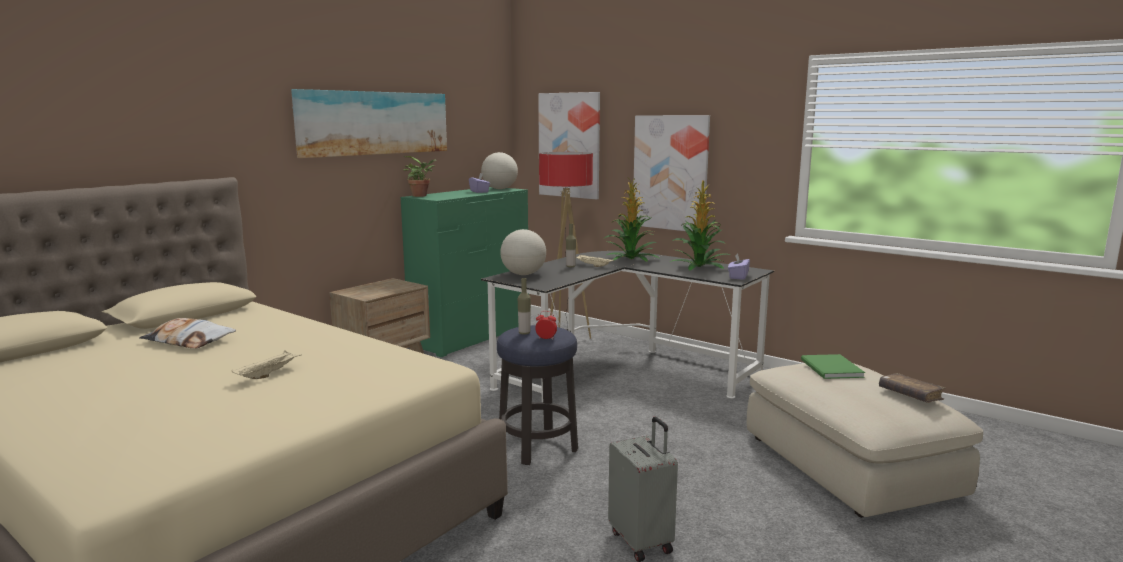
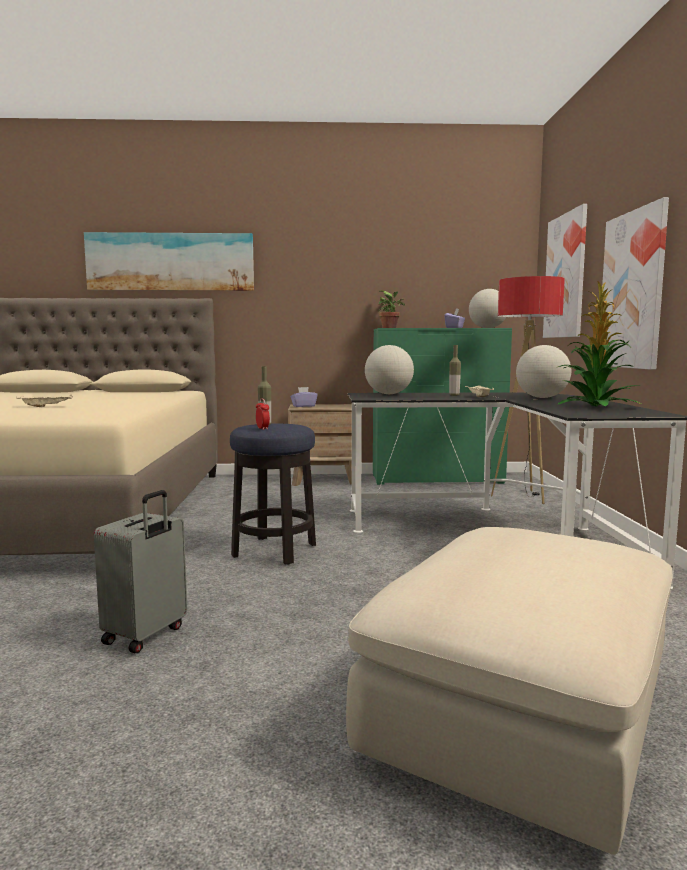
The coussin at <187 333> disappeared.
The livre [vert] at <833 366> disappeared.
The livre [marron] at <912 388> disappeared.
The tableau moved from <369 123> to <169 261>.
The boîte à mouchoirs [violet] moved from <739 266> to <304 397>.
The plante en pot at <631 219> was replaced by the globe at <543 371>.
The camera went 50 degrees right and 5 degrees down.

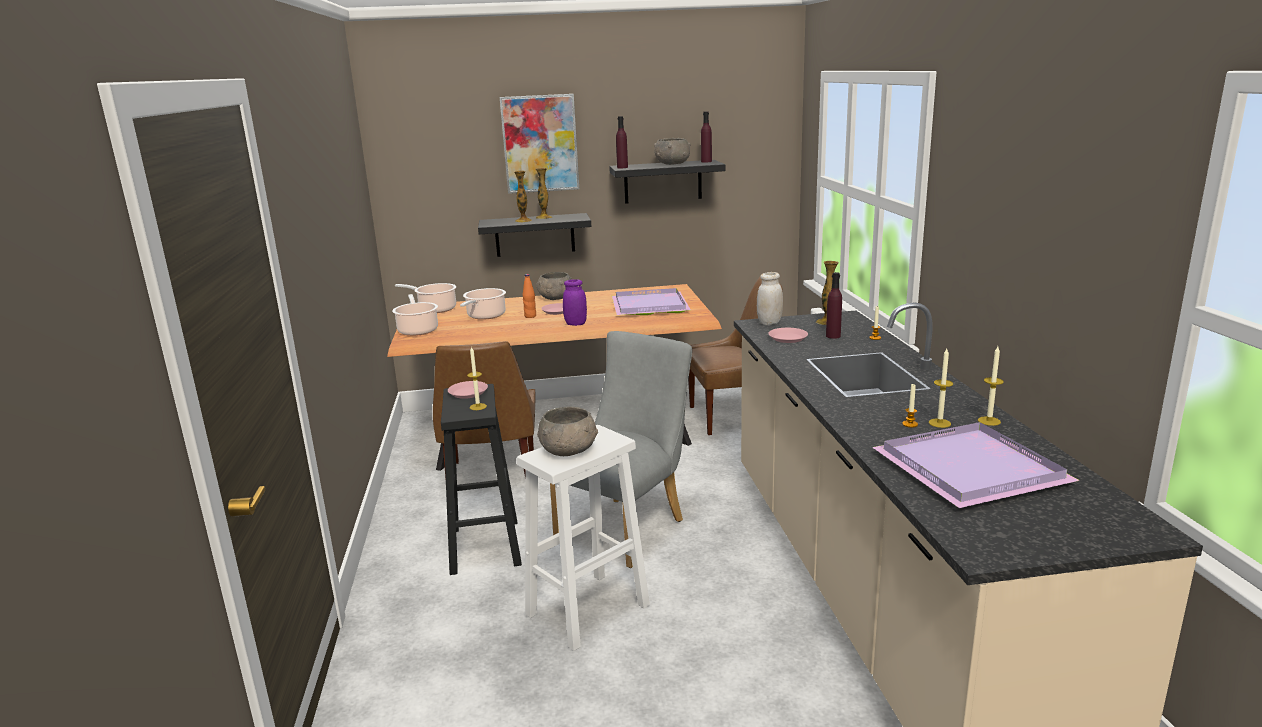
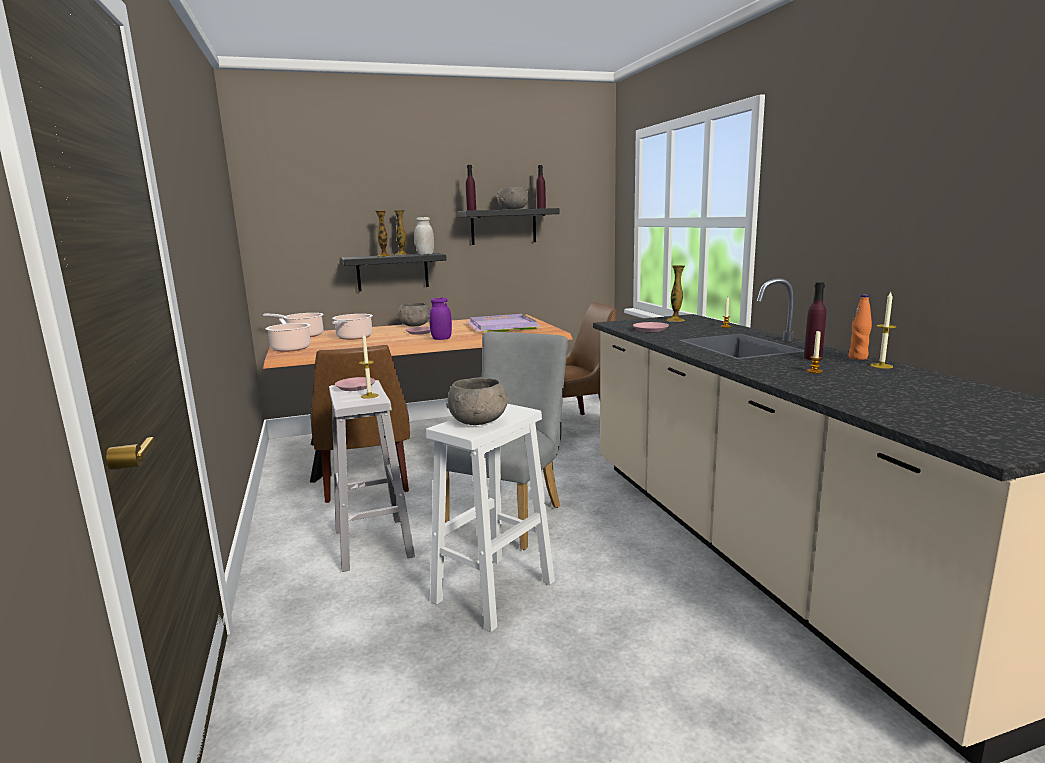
The tableau at <539 144> disappeared.
The plateau [violet] at <976 465> disappeared.
The bougie at <941 388> disappeared.
The bouteille [orange] moved from <529 296> to <860 327>.
The bocal [blanc] moved from <770 298> to <424 236>.
The bouteille [violet] moved from <834 305> to <815 321>.
The tabouret [noir] at <481 479> became the tabouret [blanc] at <372 476>.
The camera went 10 degrees left and 5 degrees down.

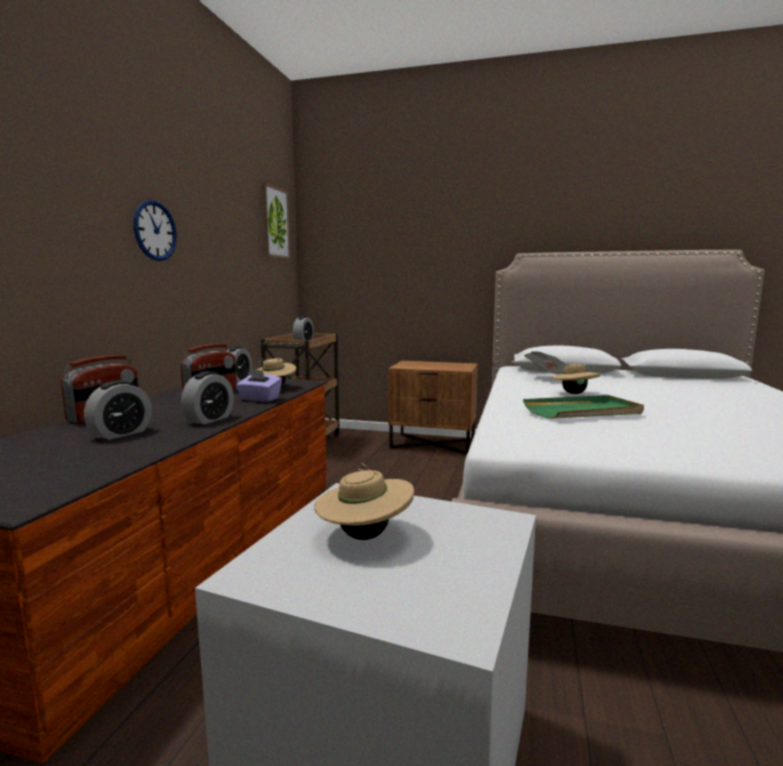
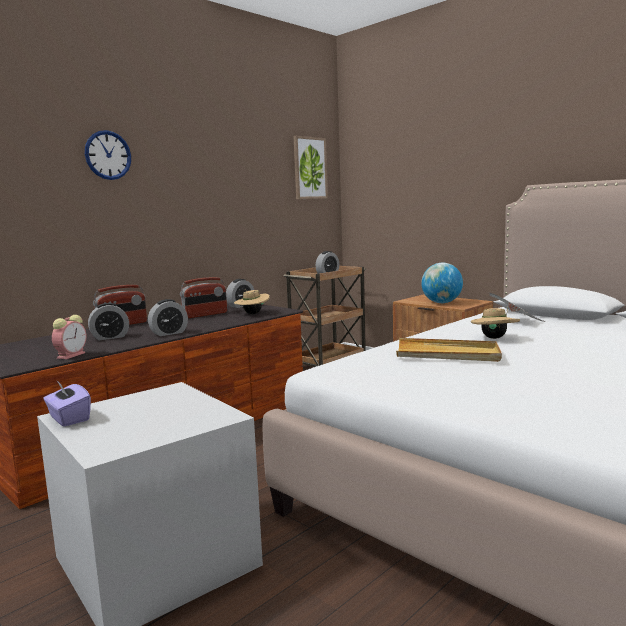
The chapeau [beige] at <364 501> disappeared.
The réveil at <69 337> appeared.
The globe at <442 283> appeared.
The horloge murale moved from <155 230> to <108 155>.
The boîte à mouchoirs [violet] moved from <259 385> to <67 404>.
The plateau [vert] at <583 407> became the plateau [beige] at <449 350>.
The camera went 30 degrees right and 0 degrees up.

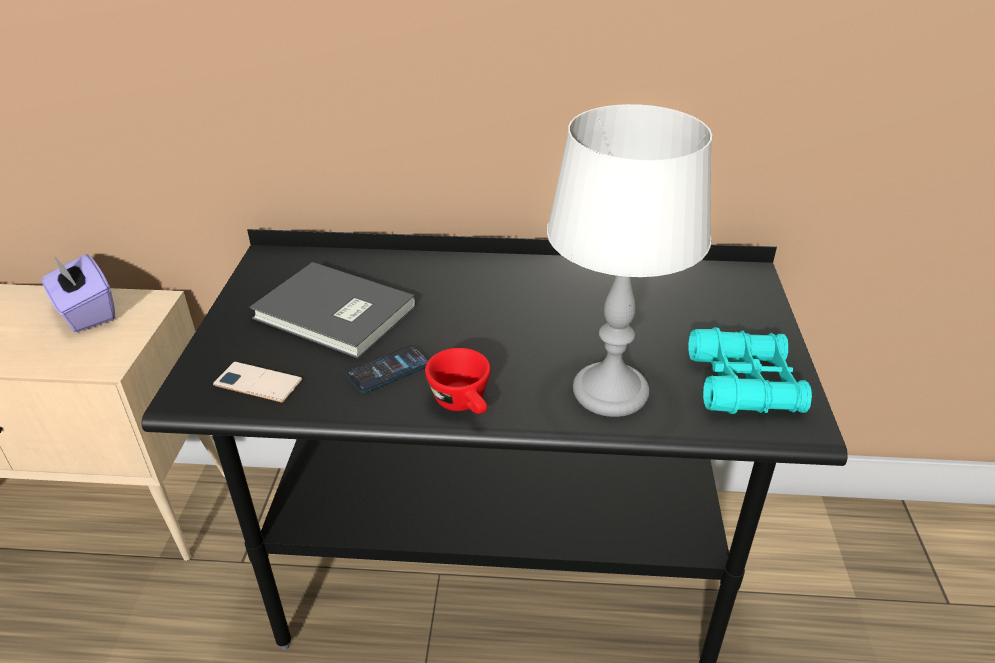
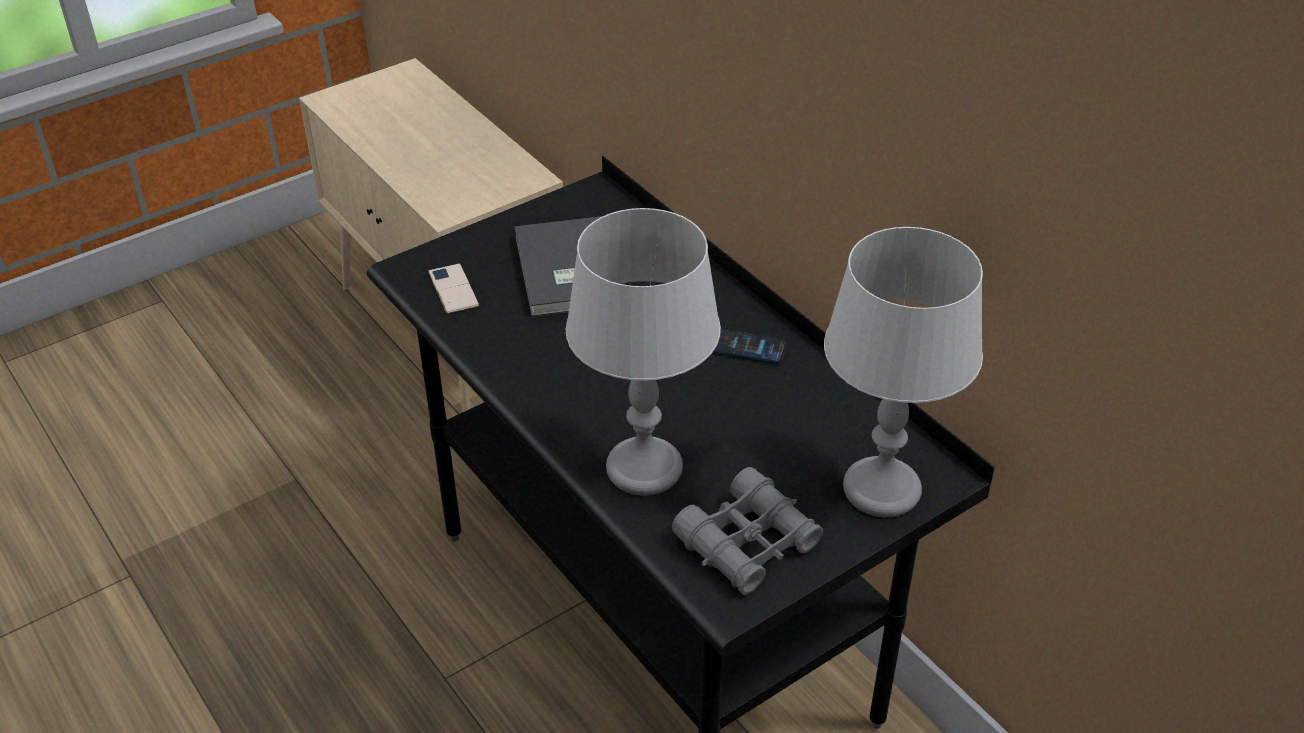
The boîte à mouchoirs [violet] at <78 293> disappeared.
The tasse [rouge] at <458 381> disappeared.
The lampe de table [gris] at <903 372> appeared.
The téléphone moved from <387 369> to <750 346>.
The jumelles [turquoise] at <750 370> became the jumelles [gris] at <747 531>.
The camera went 50 degrees right and 5 degrees up.

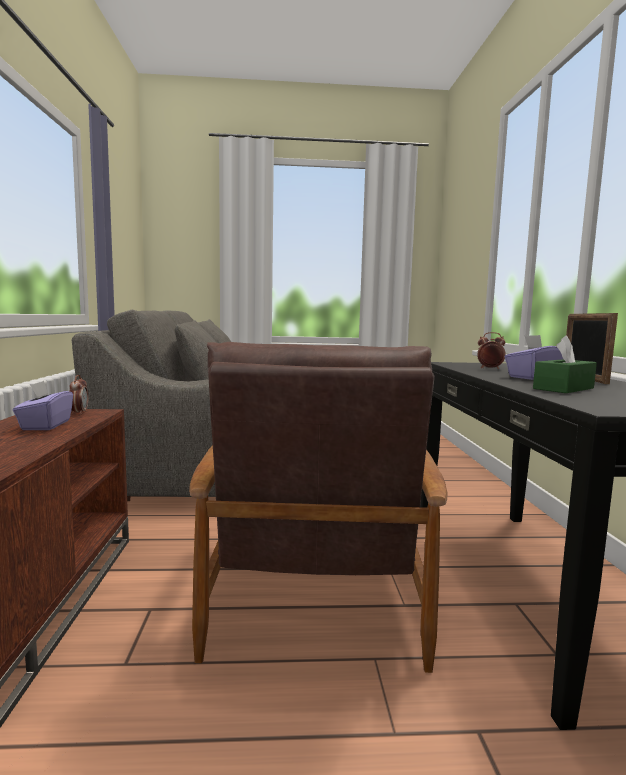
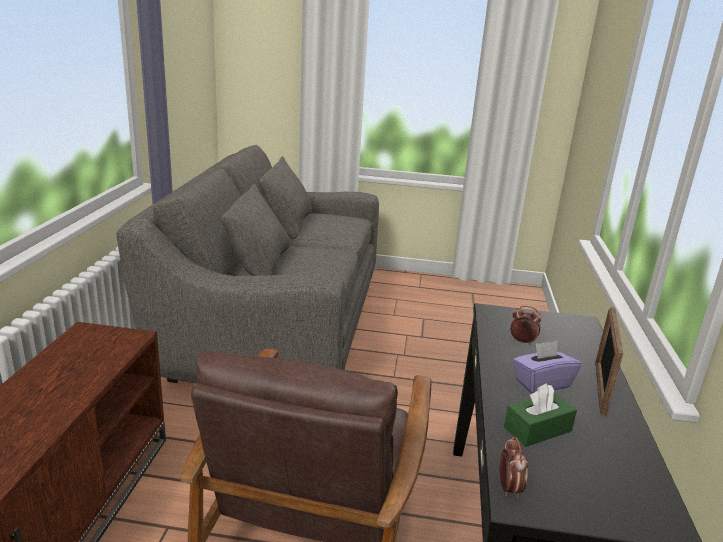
The boîte à mouchoirs [violet] at <43 405> disappeared.
The réveil moved from <78 395> to <514 467>.
The camera went 10 degrees right and 15 degrees up.

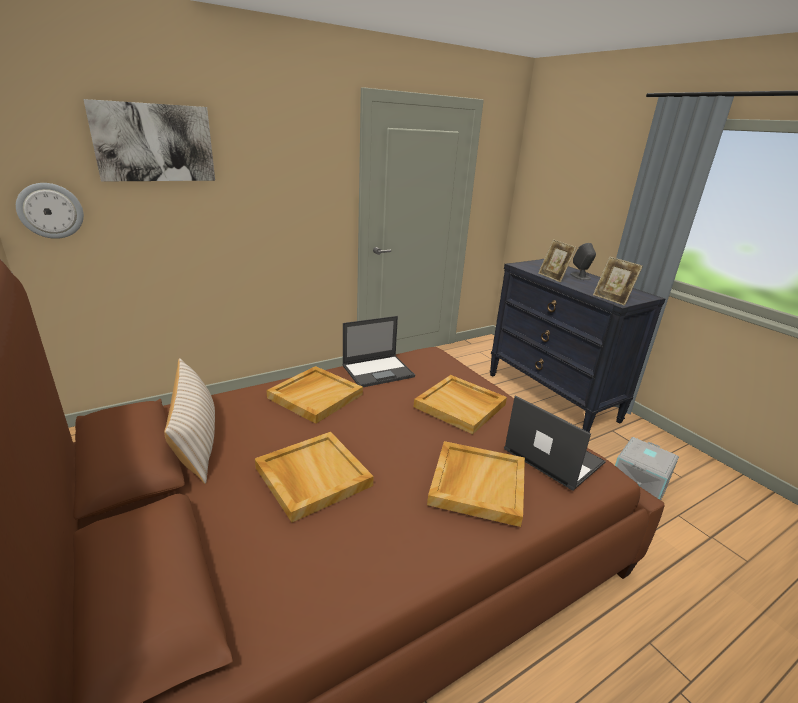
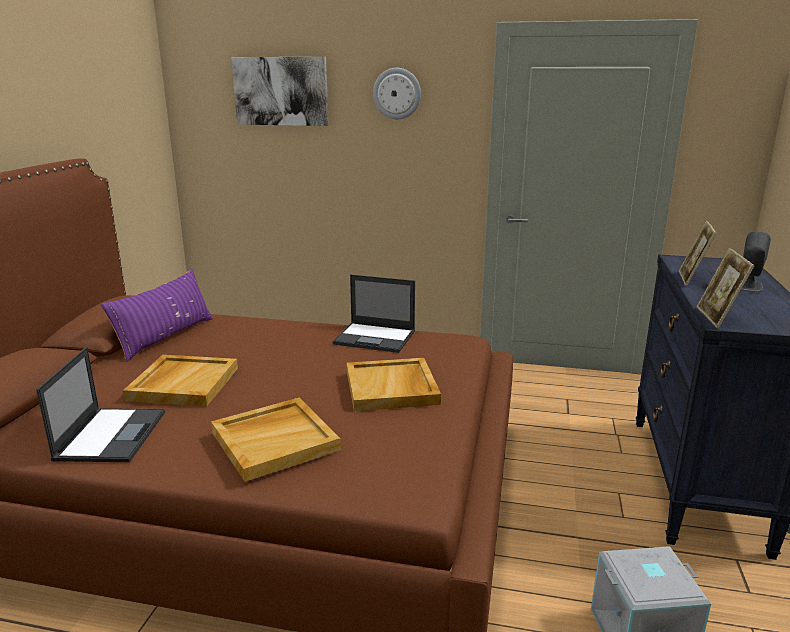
The plateau [beige] at <314 395> disappeared.
The horloge murale moved from <50 211> to <397 93>.
The ordinateur portable moved from <555 443> to <100 404>.
The coussin [beige] at <189 421> became the coussin [violet] at <157 315>.
The camera went 45 degrees right and 5 degrees down.

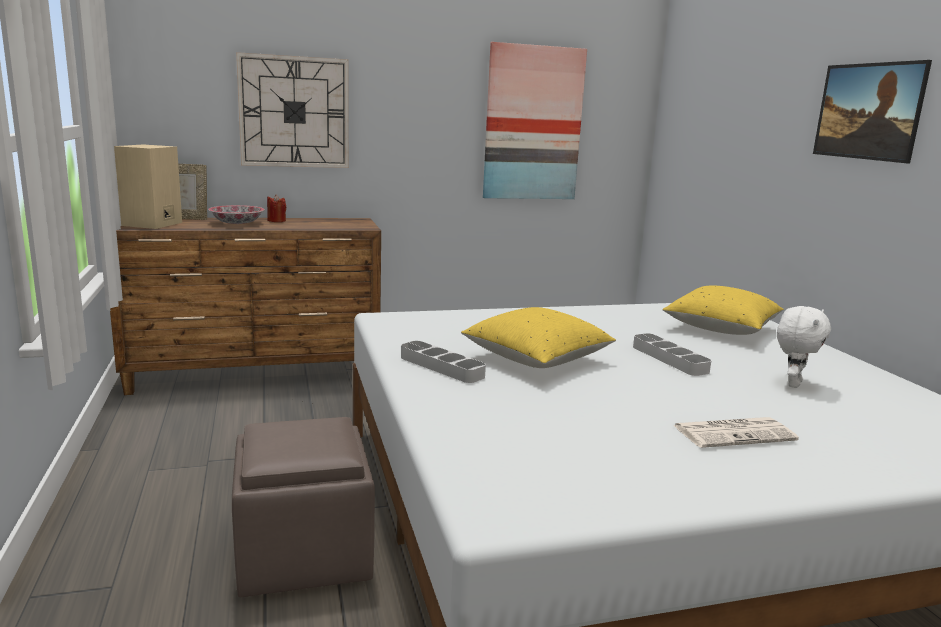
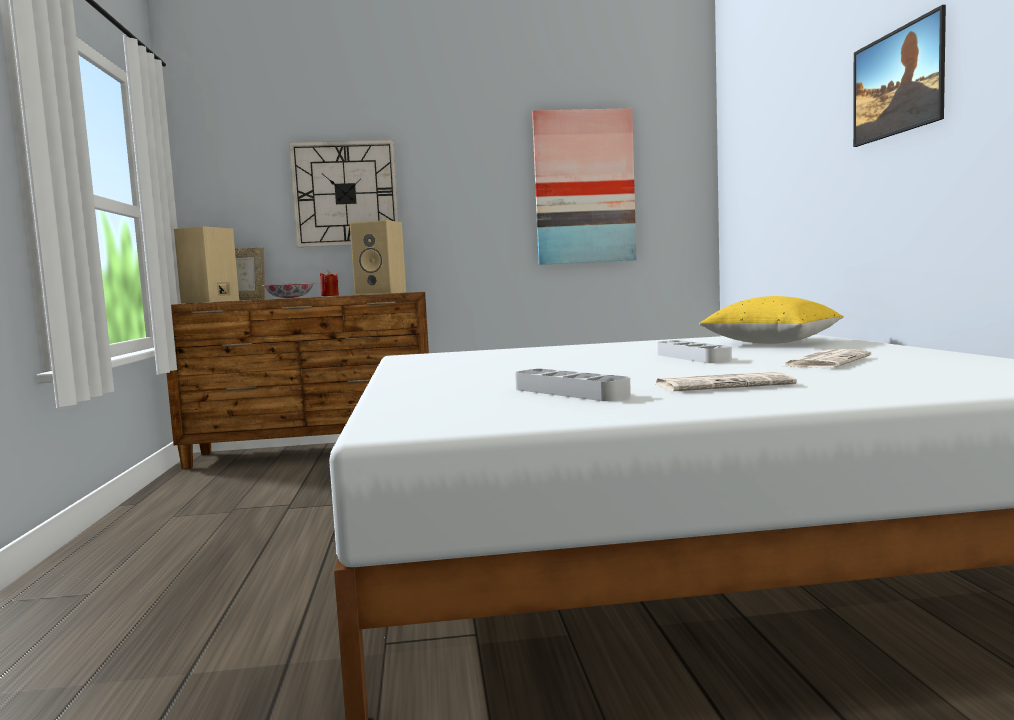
The pouf [marron] at <303 507> disappeared.
The coussin [jaune] at <538 337> disappeared.
The enceinte [beige] at <378 257> appeared.
The plateau [gris] moved from <443 362> to <573 385>.
The peluche [blanc] at <804 347> was replaced by the journal at <827 358>.
The camera went 10 degrees right and 10 degrees down.

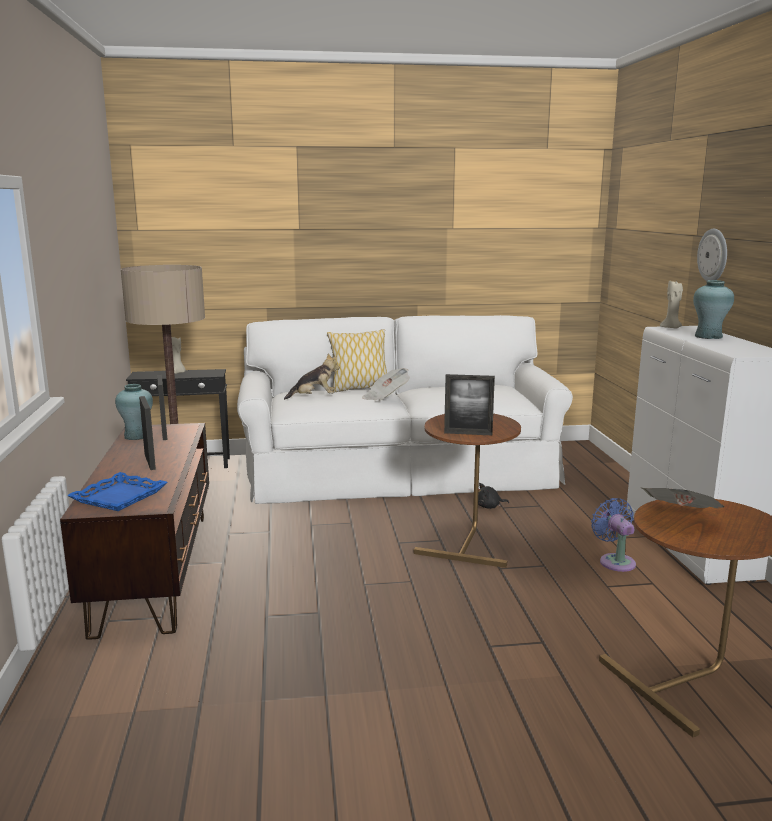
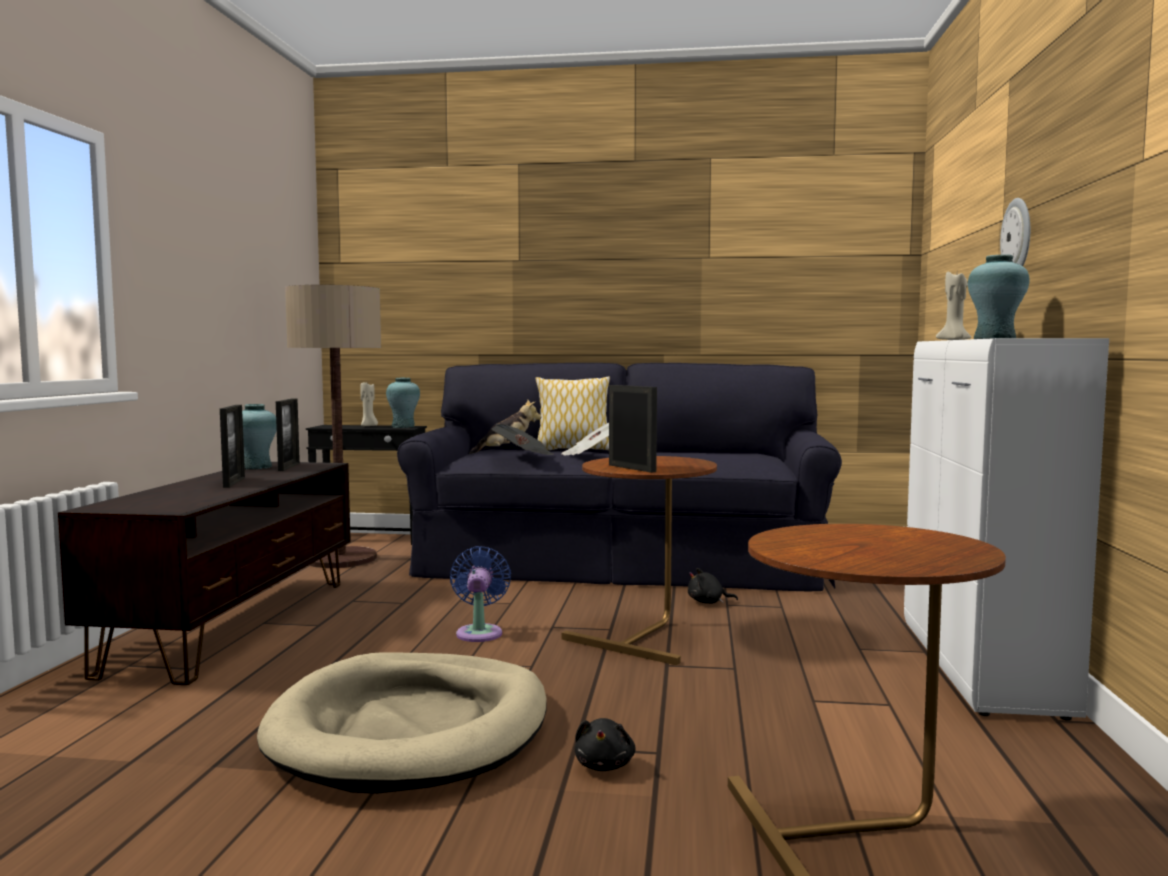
The plateau [bleu] at <117 491> disappeared.
The panier pour chien [beige] at <402 723> appeared.
The vase [turquoise] at <403 403> appeared.
The peluche [noir] at <605 744> appeared.
The ventilateur [bleu] moved from <613 535> to <480 594>.
The journal moved from <683 498> to <522 439>.
The canapé [blanc] at <405 409> became the canapé [noir] at <619 477>.
The cadre photo at <469 404> turned 150 degrees counterclockwise.
The camera went 15 degrees right and 10 degrees down.

